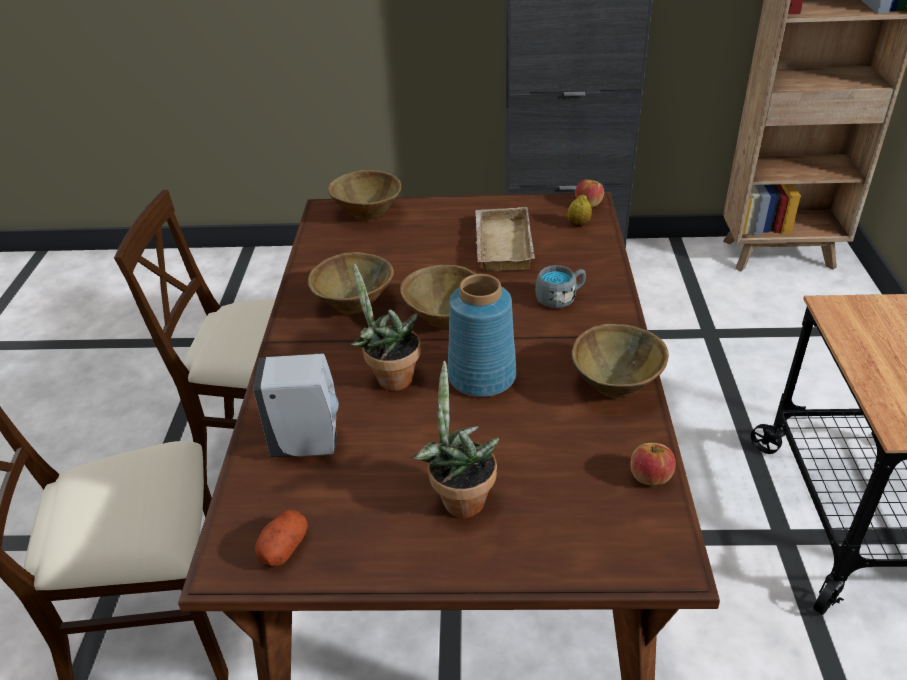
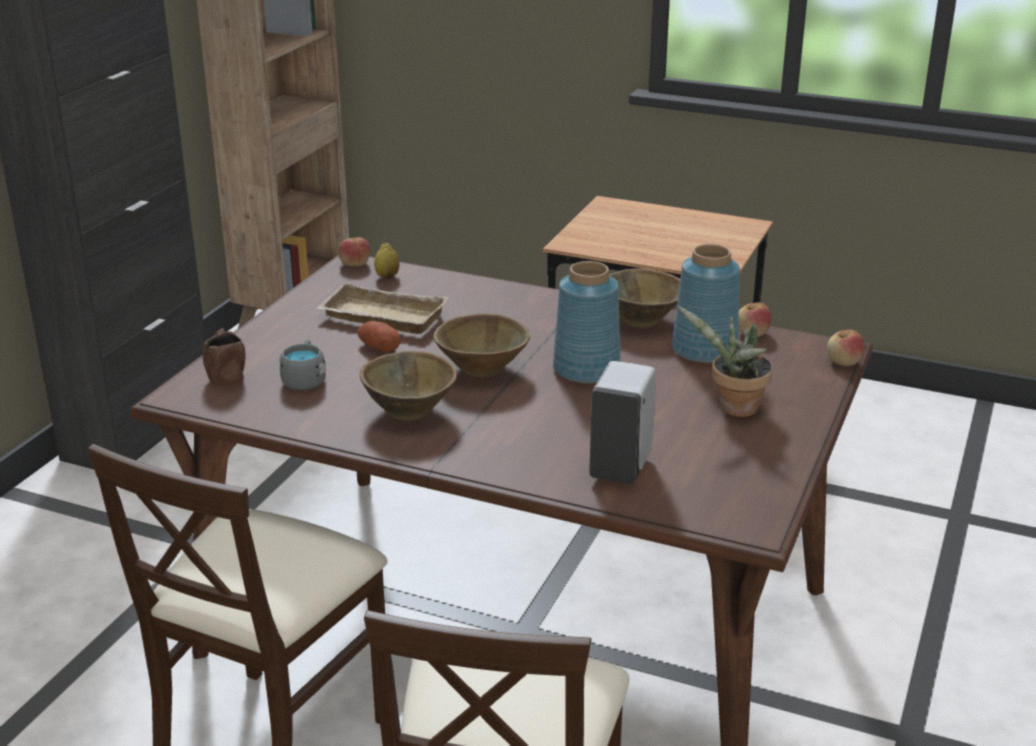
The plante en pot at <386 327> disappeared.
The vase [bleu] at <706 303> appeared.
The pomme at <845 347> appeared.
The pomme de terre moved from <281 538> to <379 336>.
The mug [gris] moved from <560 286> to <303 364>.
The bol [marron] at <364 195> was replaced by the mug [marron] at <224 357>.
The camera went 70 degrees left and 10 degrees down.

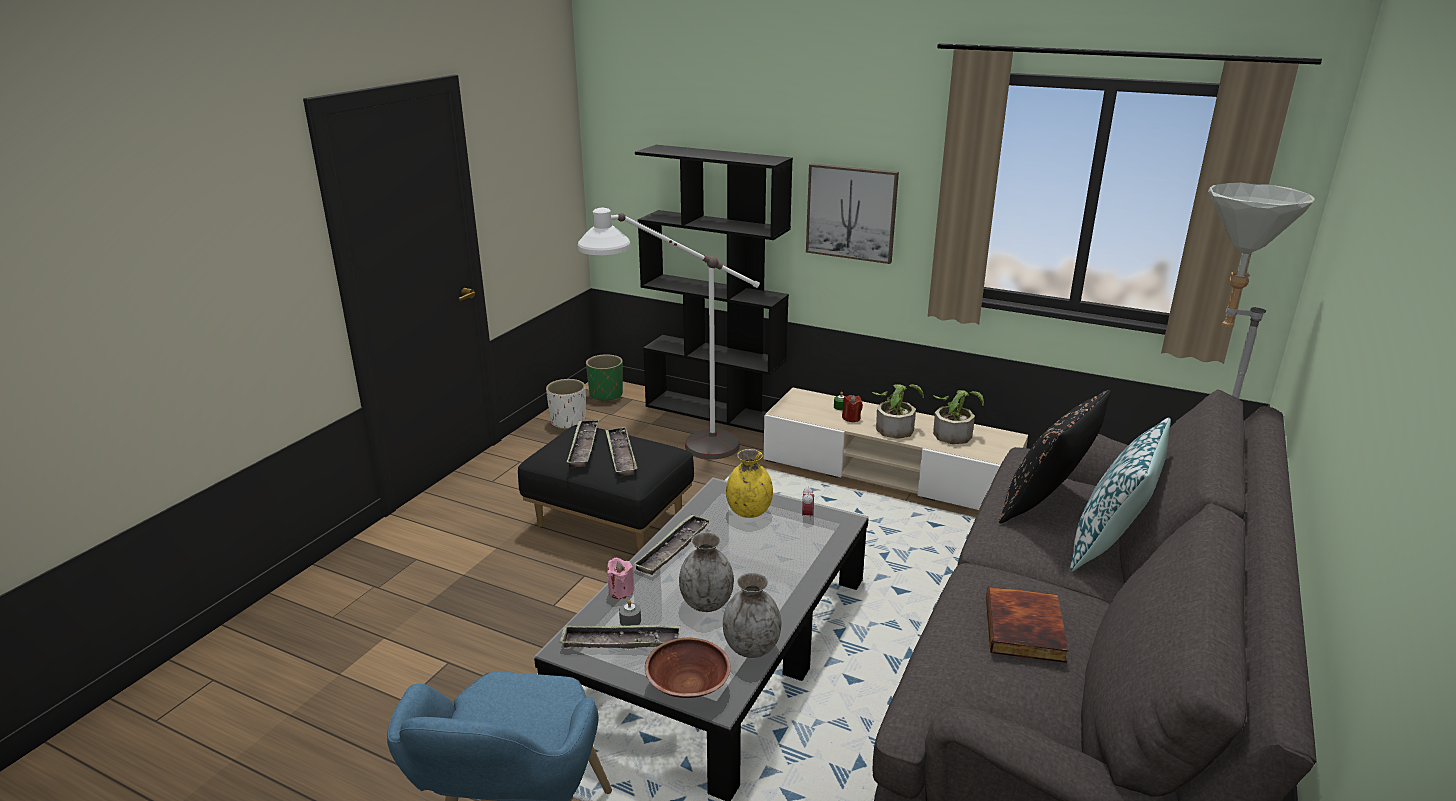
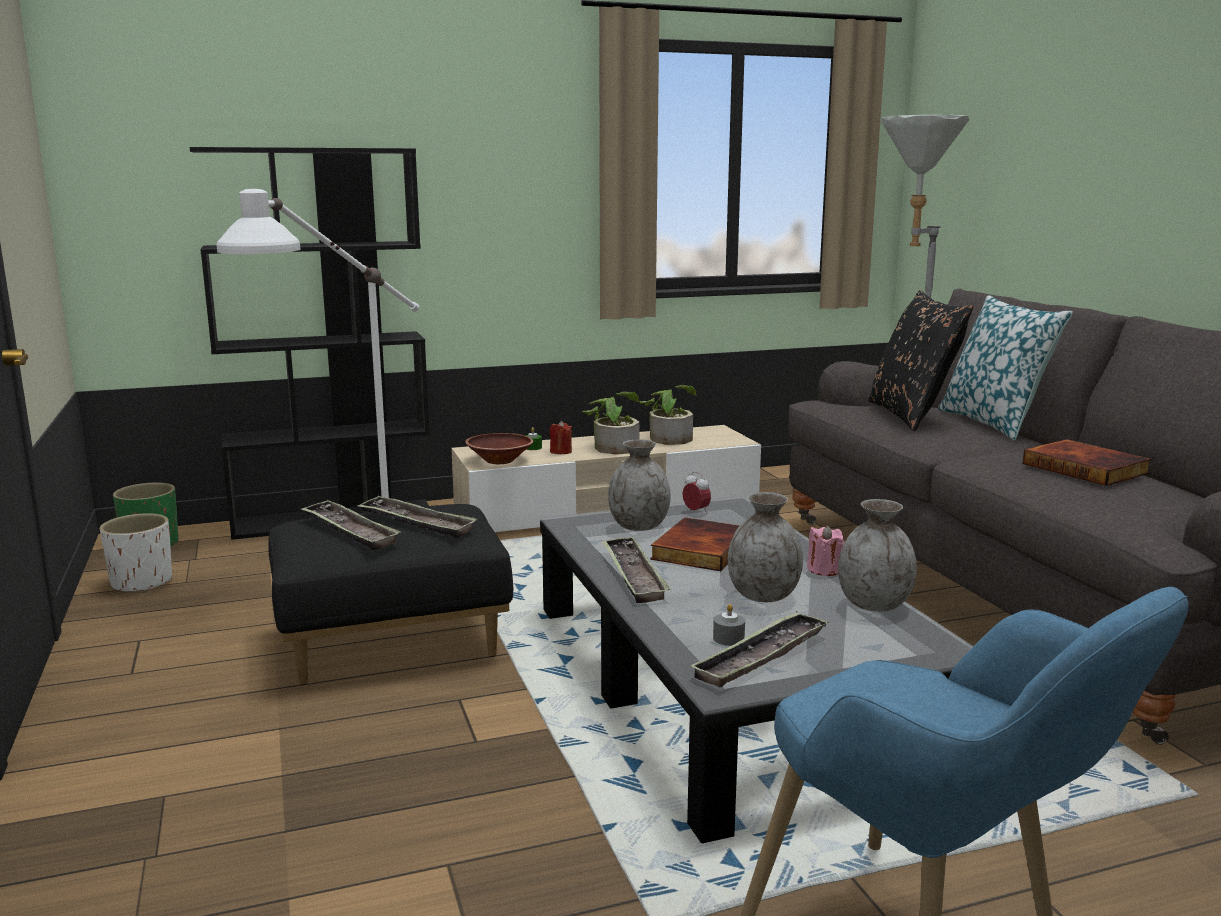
The tableau at <852 213> disappeared.
The livre at <695 544> appeared.
The bougie [rose] moved from <621 578> to <825 550>.
The bol [marron] moved from <688 668> to <499 448>.
The vase [jaune] at <749 483> became the vase [gris] at <639 485>.
The camera went 45 degrees left and 10 degrees down.

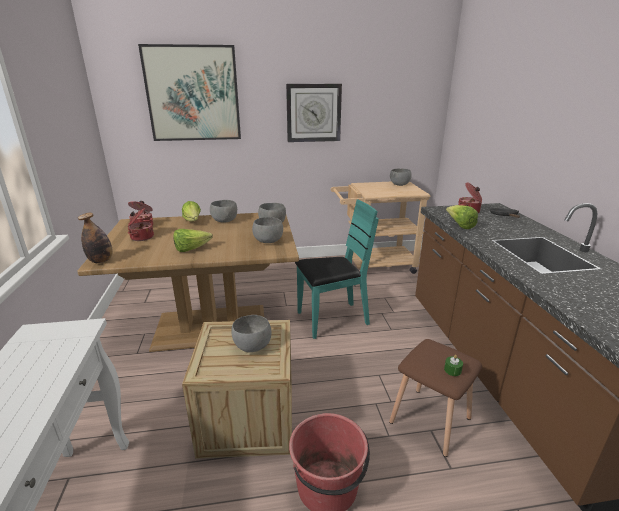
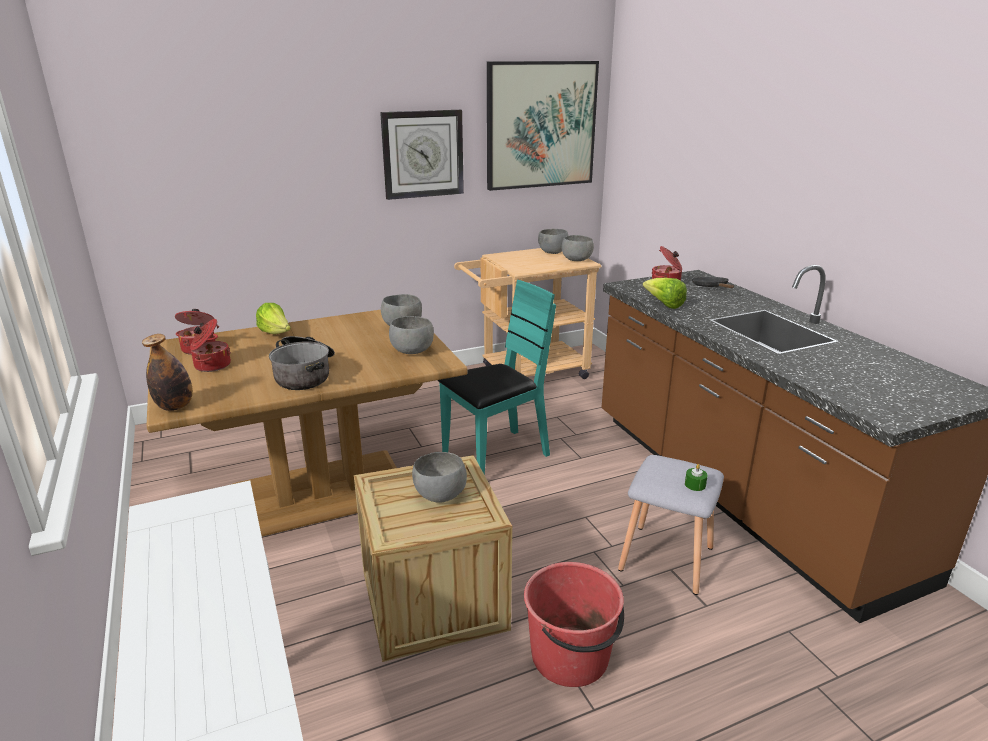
The tableau moved from <189 92> to <543 126>.
The bol [gris] moved from <223 211> to <578 248>.
The laitue at <193 240> was replaced by the marmite at <302 363>.
The tabouret [marron] at <435 398> became the tabouret [gris] at <671 525>.
The camera went 15 degrees left and 0 degrees up.

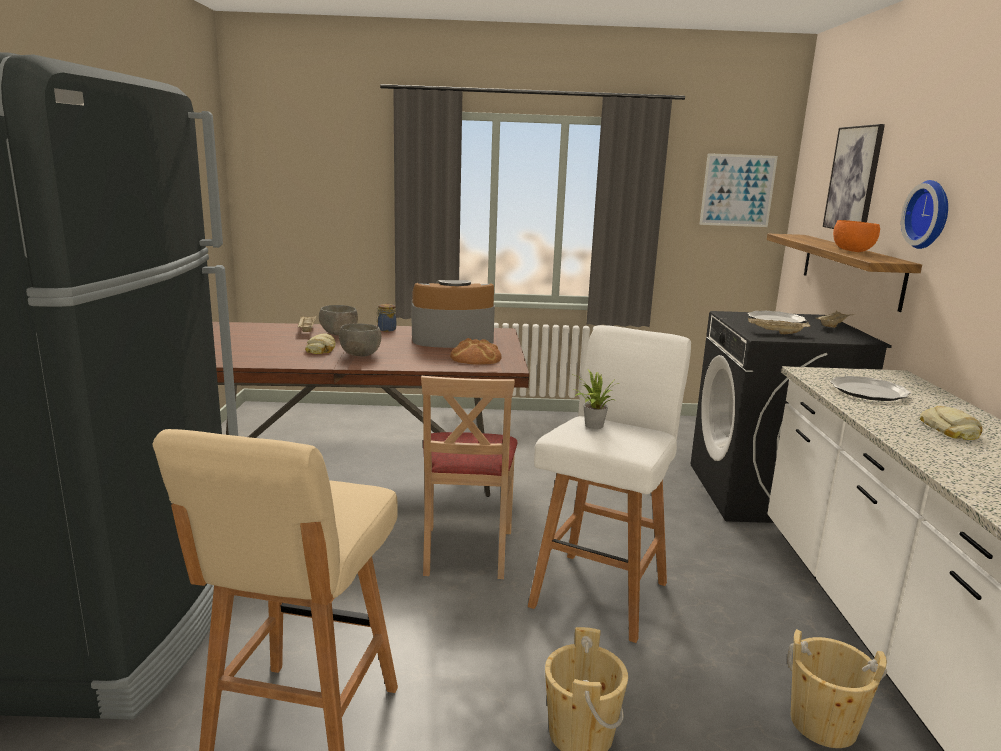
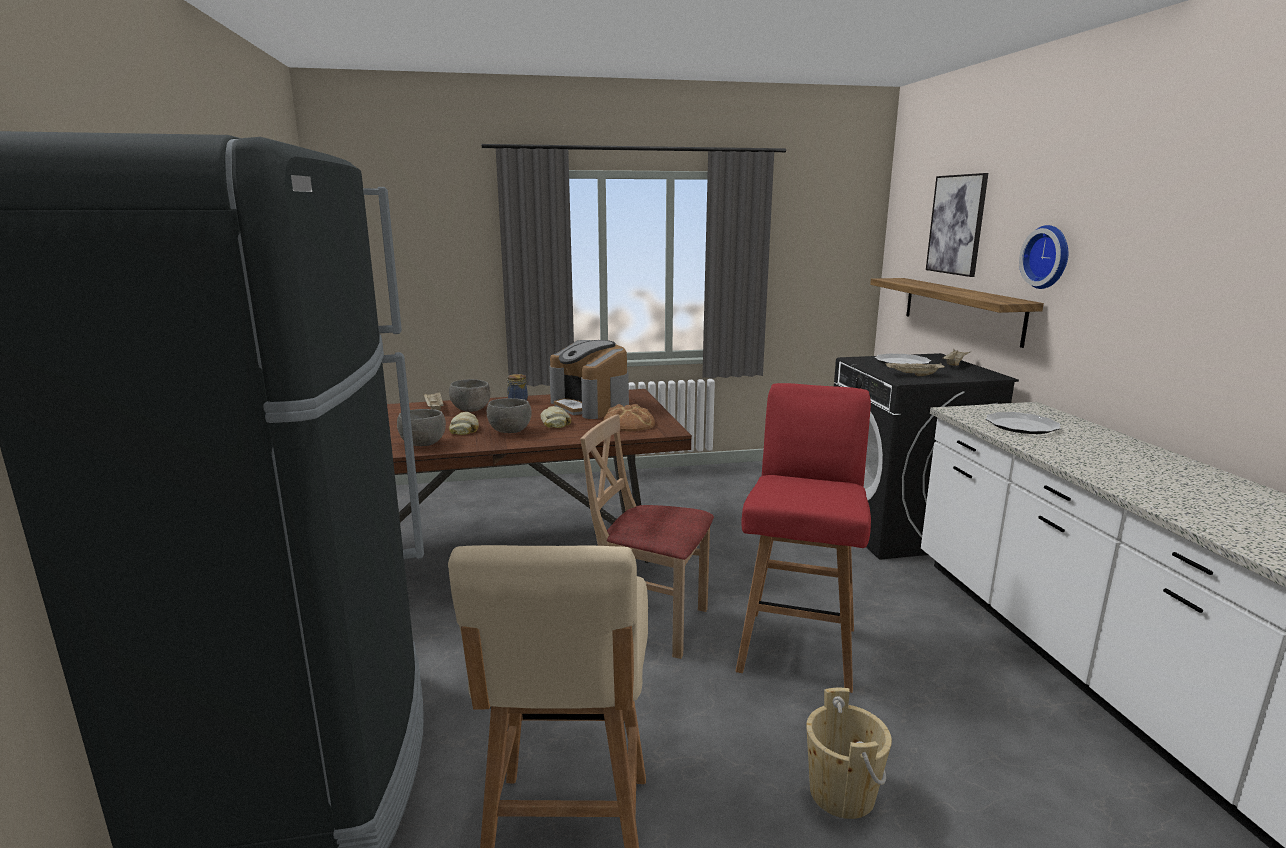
The plante en pot at <596 399> disappeared.
The tableau at <738 190> disappeared.
The seau [beige] at <837 688> disappeared.
The bol [orange] at <856 236> disappeared.
The bol [gris] at <421 427> appeared.
The pain moved from <951 423> to <556 417>.
The tabouret [blanc] at <609 484> became the tabouret [rouge] at <803 538>.
The machine à café at <453 314> turned 105 degrees counterclockwise.
The chaise [beige] at <469 477> turned 120 degrees clockwise.
The camera went 10 degrees left and 0 degrees up.

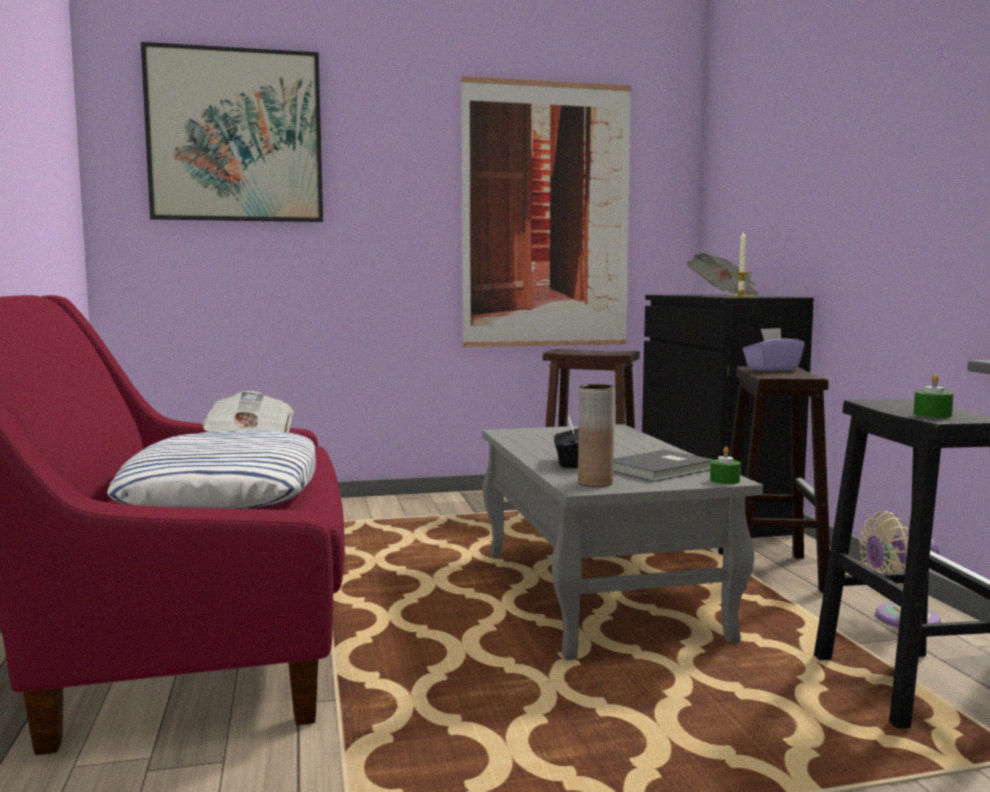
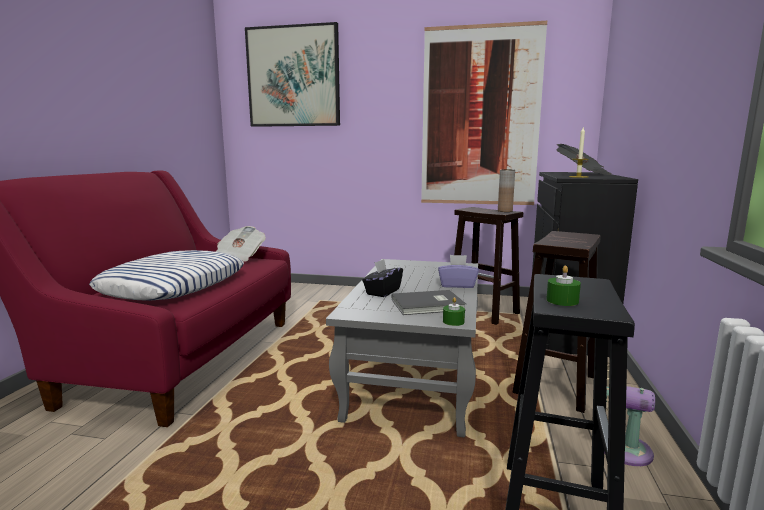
The vase [marron] moved from <596 435> to <506 190>.
The boîte à mouchoirs [violet] moved from <773 349> to <458 271>.
The camera went 25 degrees right and 5 degrees up.

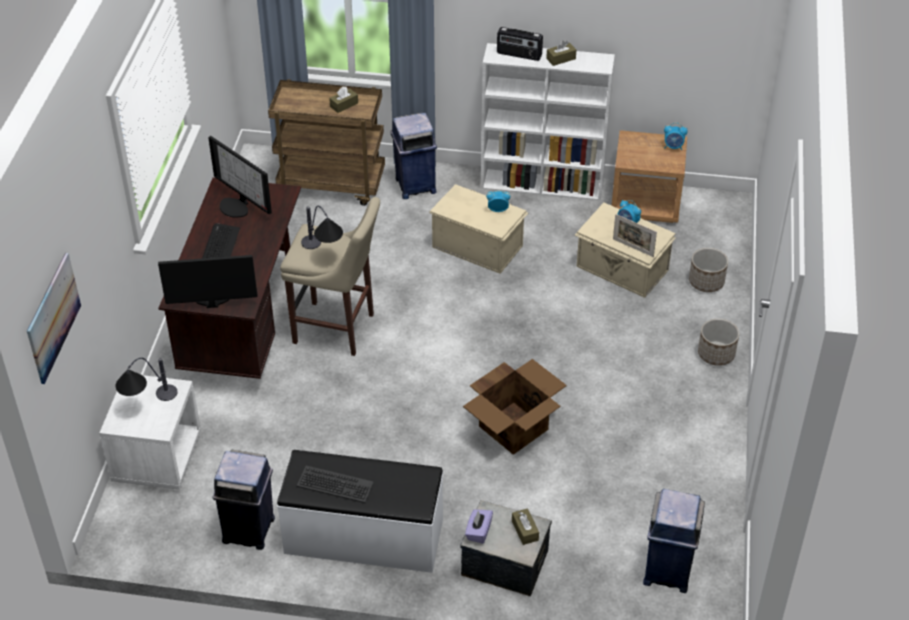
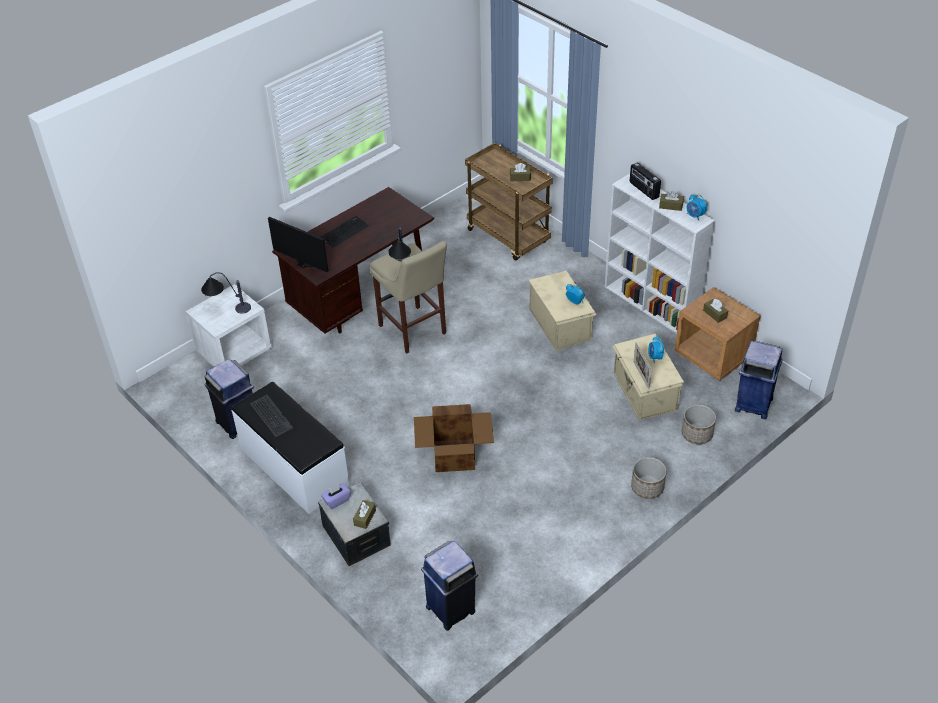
The tableau at <54 318> disappeared.
The écran d'ordinateur at <240 177> disappeared.
The boîte à mouchoirs [marron] at <715 311> appeared.
The poubelle [bleu] moved from <413 155> to <759 380>.
The réveil moved from <676 136> to <696 207>.
The camera went 40 degrees right and 0 degrees up.

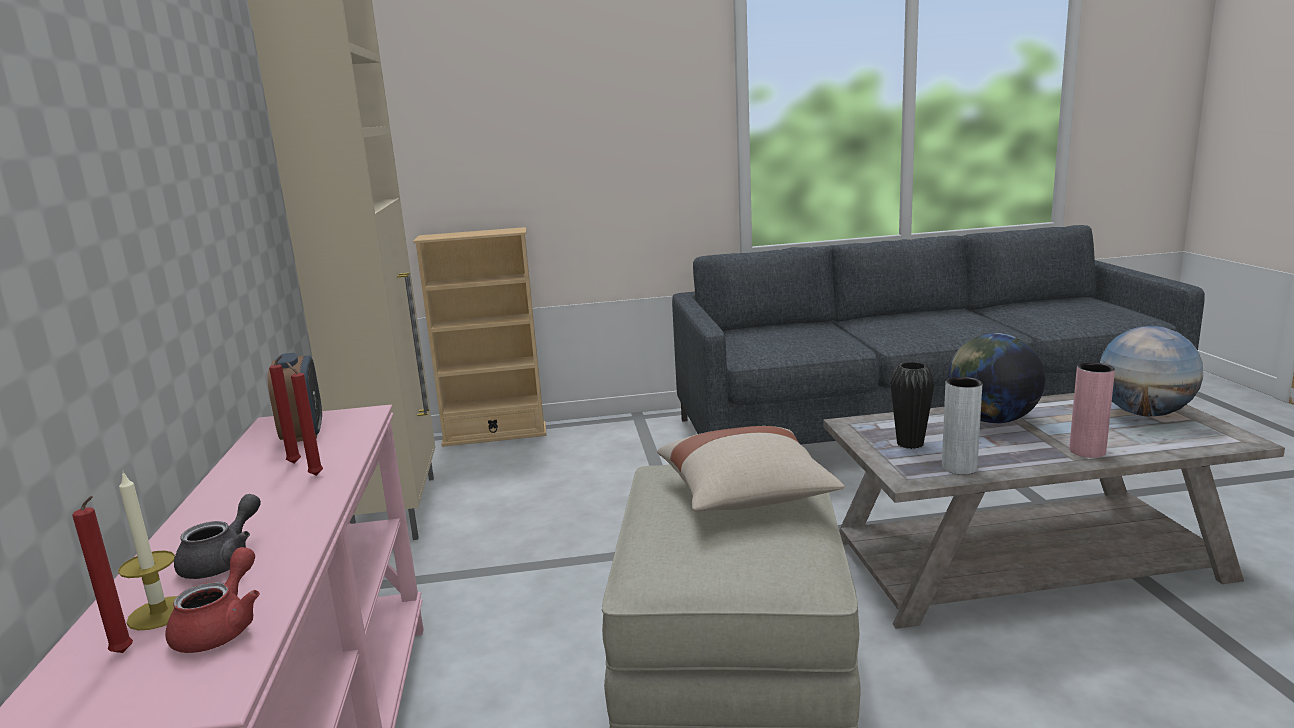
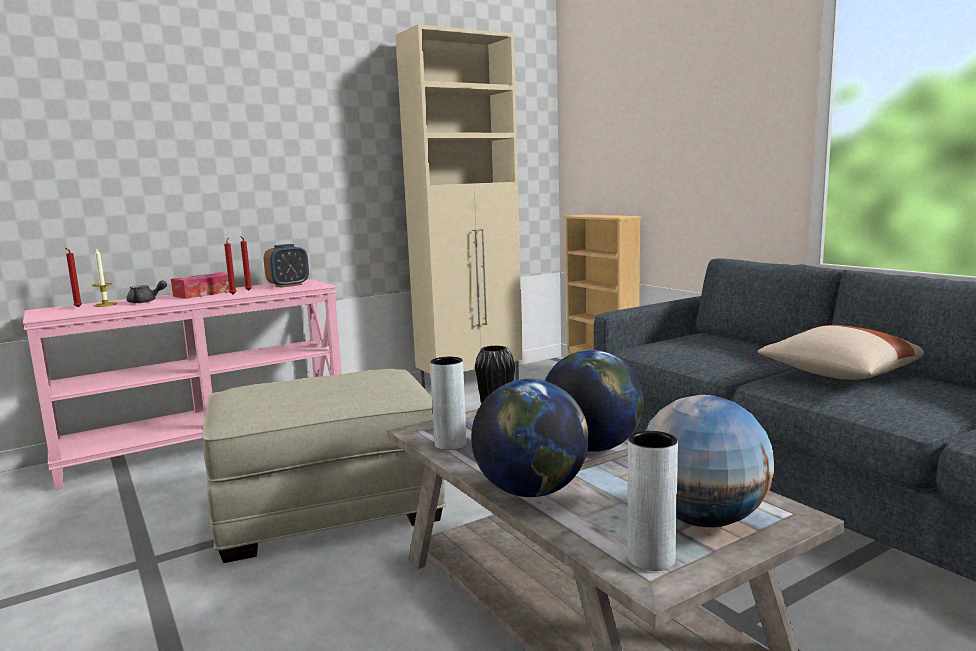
The théière [rouge] at <212 600> disappeared.
The boîte à mouchoirs at <200 285> appeared.
The vase [gris] at <652 501> appeared.
The coussin [beige] moved from <751 469> to <841 352>.
The vase [rose] at <1092 410> was replaced by the globe at <530 438>.
The camera went 65 degrees right and 5 degrees down.

